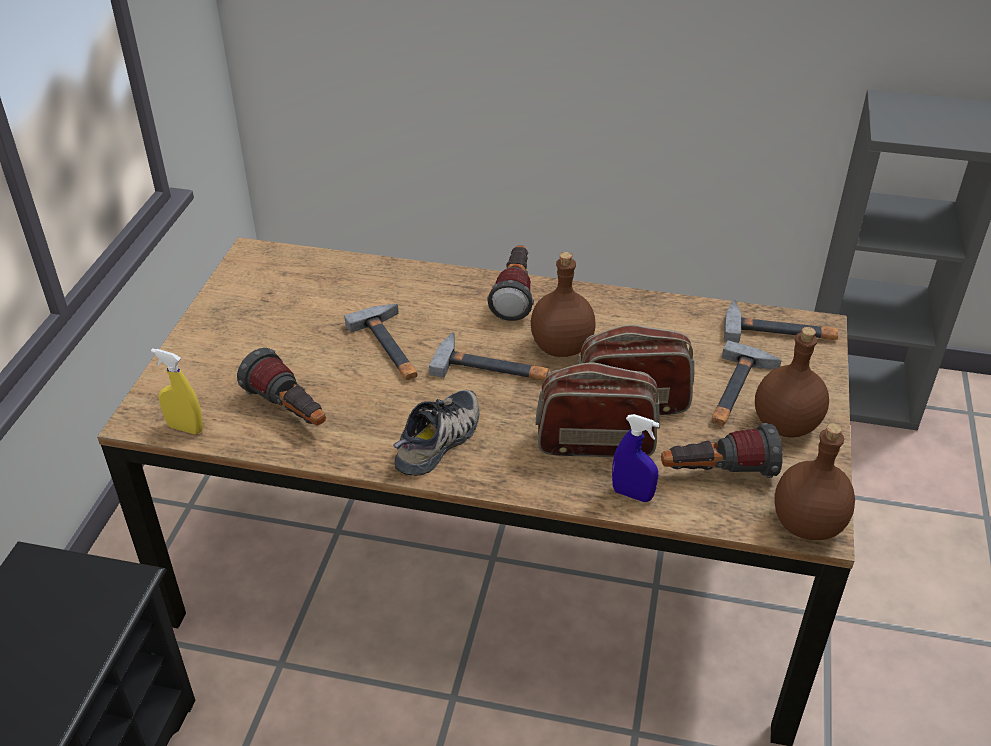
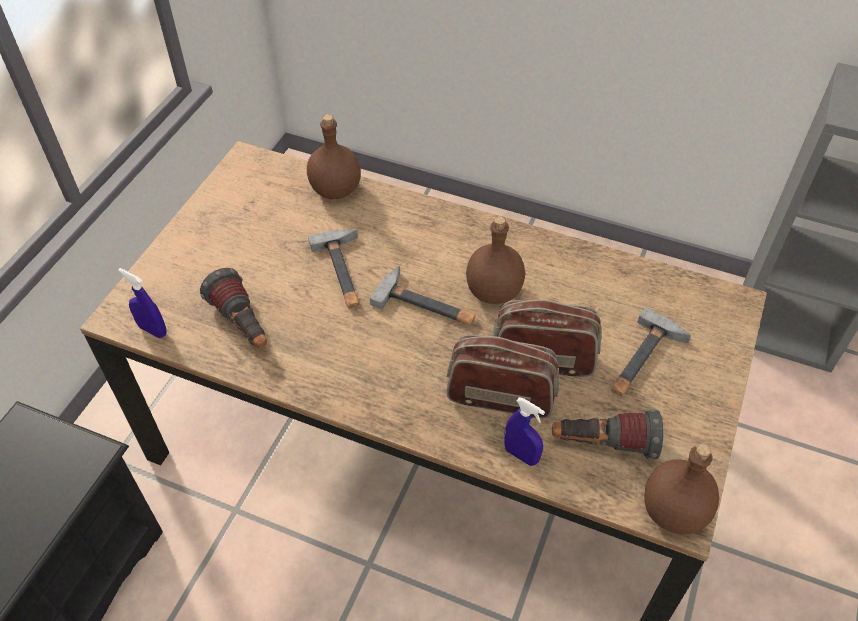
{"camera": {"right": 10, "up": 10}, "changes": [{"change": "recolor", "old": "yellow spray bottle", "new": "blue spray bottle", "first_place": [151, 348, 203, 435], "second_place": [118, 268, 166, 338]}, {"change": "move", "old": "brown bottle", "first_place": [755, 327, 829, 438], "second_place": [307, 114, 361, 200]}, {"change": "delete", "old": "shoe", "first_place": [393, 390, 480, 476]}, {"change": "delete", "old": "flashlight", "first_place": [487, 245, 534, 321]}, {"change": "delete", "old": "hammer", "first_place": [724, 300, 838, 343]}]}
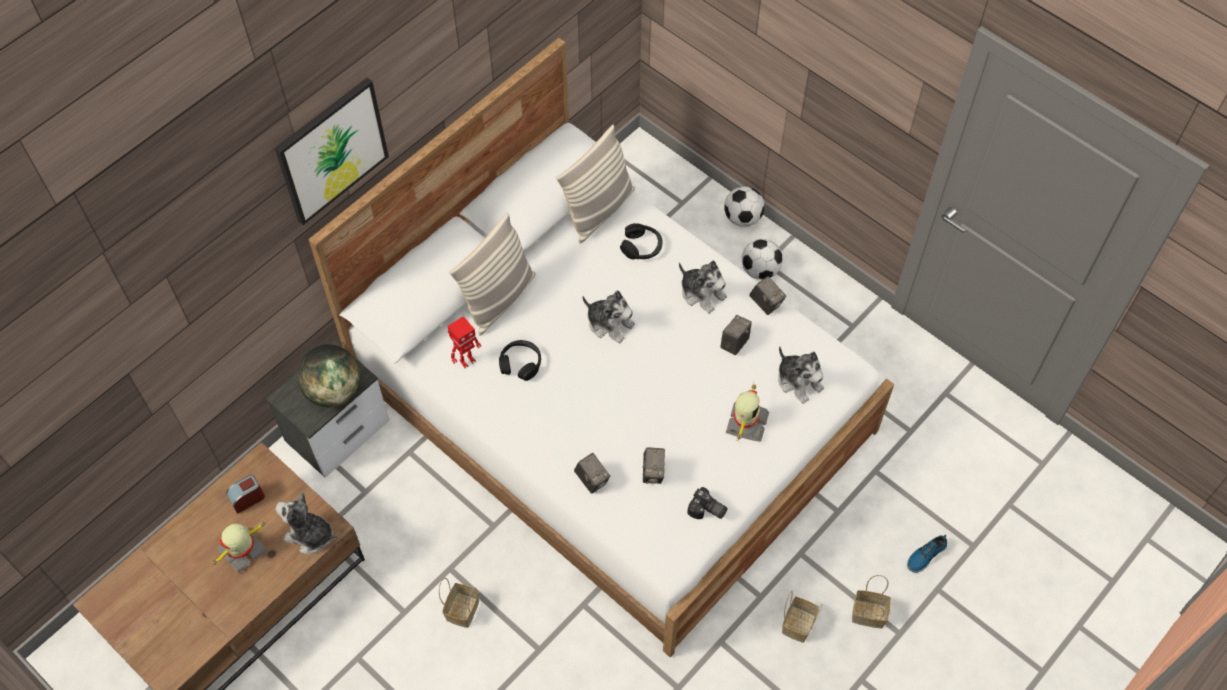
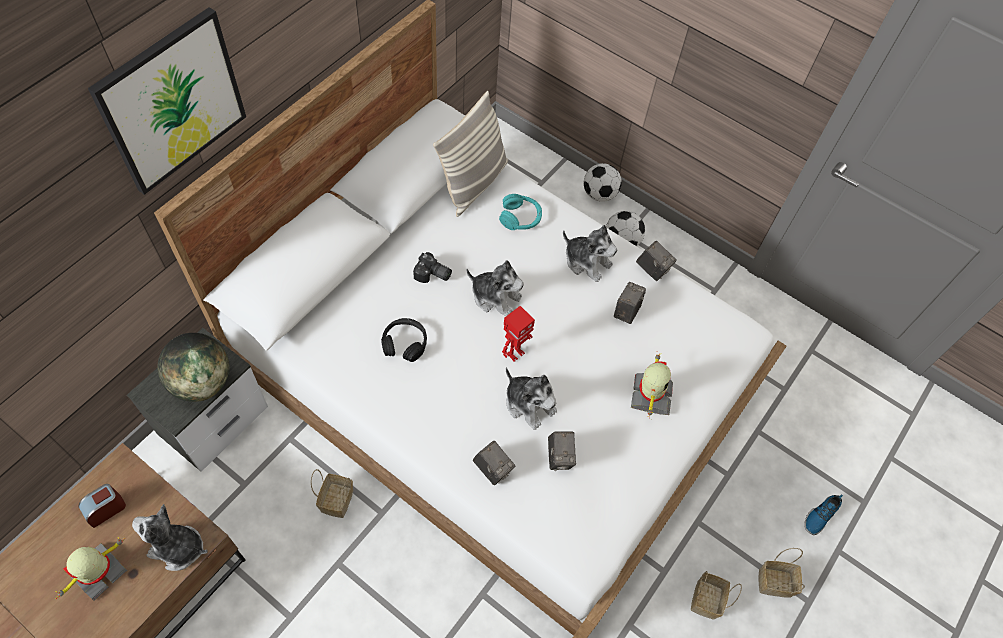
{"camera": {"right": -10, "up": 0}, "changes": [{"change": "move", "old": "basket", "first_place": [439, 578, 479, 628], "second_place": [311, 469, 353, 518]}, {"change": "move", "old": "photo camera", "first_place": [687, 487, 728, 519], "second_place": [413, 252, 452, 283]}, {"change": "recolor", "old": "black headphones", "new": "turquoise headphones", "first_place": [620, 223, 662, 260], "second_place": [499, 194, 542, 230]}, {"change": "move", "old": "toy robot", "first_place": [448, 316, 482, 368], "second_place": [502, 306, 535, 362]}, {"change": "move", "old": "plush toy", "first_place": [778, 346, 824, 404], "second_place": [506, 367, 557, 430]}, {"change": "delete", "old": "pillow", "first_place": [449, 212, 536, 336]}]}
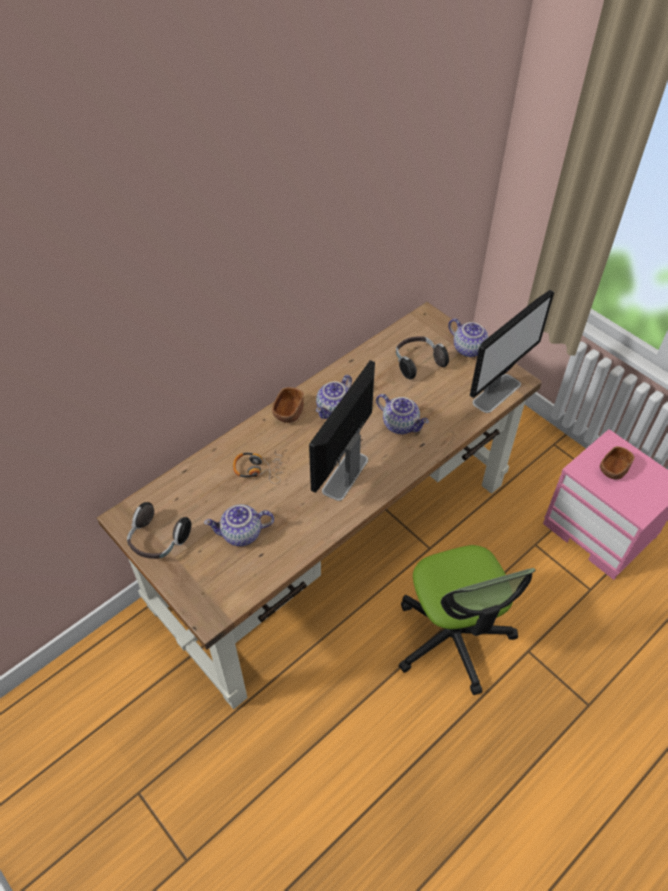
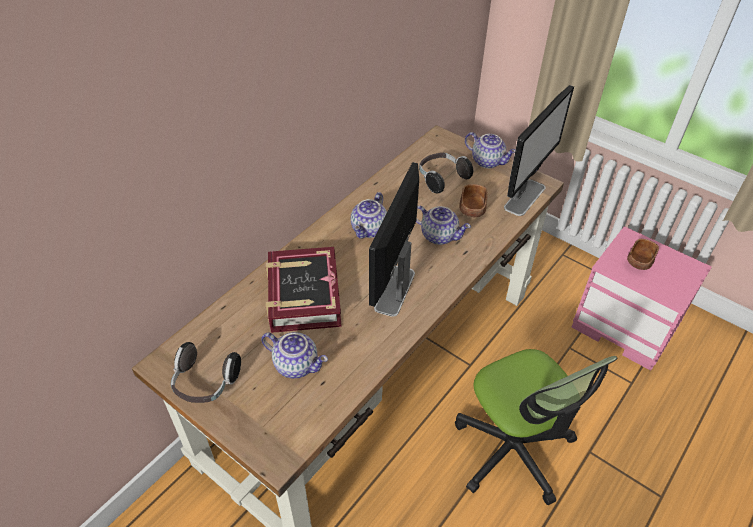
{"camera": {"right": -10, "up": -5}, "changes": [{"change": "rotate", "old": "teapot", "first_place": [204, 504, 274, 546], "second_place": [261, 332, 328, 379], "degrees": -135}, {"change": "replace", "old": "headphones", "new": "book", "first_place": [233, 449, 283, 484], "second_place": [266, 247, 342, 333]}, {"change": "move", "old": "brown bowl", "first_place": [272, 387, 304, 423], "second_place": [459, 184, 488, 217]}]}
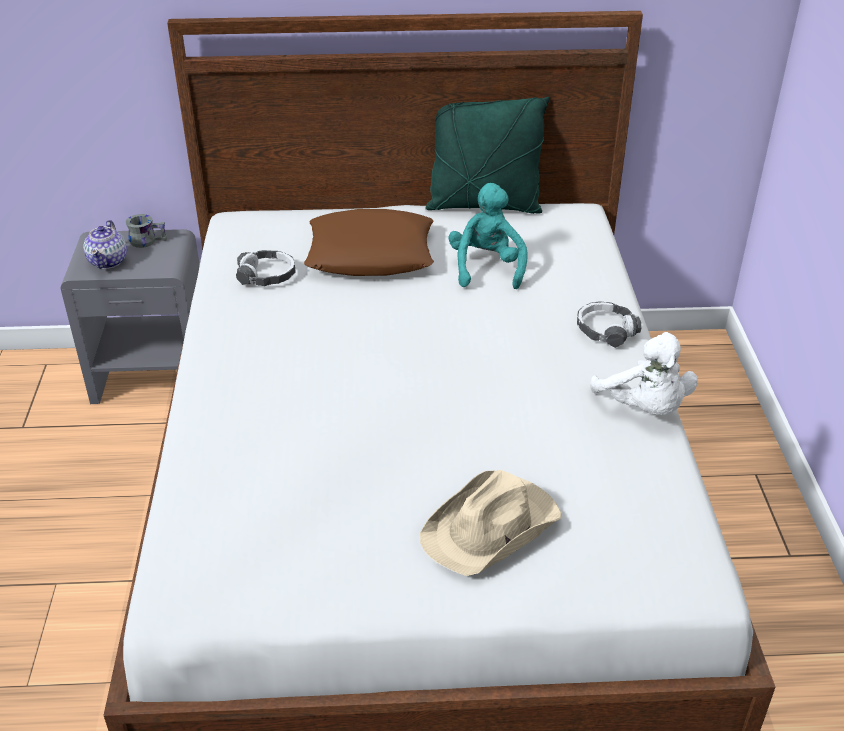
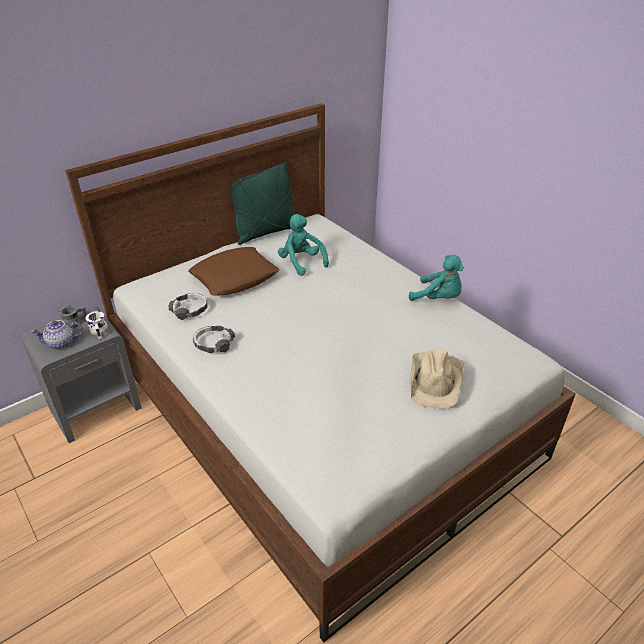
{"camera": {"right": -35, "up": 0}, "changes": [{"change": "rotate", "old": "teapot", "first_place": [83, 220, 127, 269], "second_place": [30, 320, 83, 349], "degrees": 105}, {"change": "insert", "new": "white mug", "second_place": [85, 311, 108, 339]}, {"change": "move", "old": "headphones", "first_place": [577, 301, 641, 348], "second_place": [193, 326, 235, 353]}, {"change": "recolor", "old": "white plush toy", "new": "turquoise plush toy", "first_place": [590, 332, 698, 415], "second_place": [409, 255, 464, 301]}]}
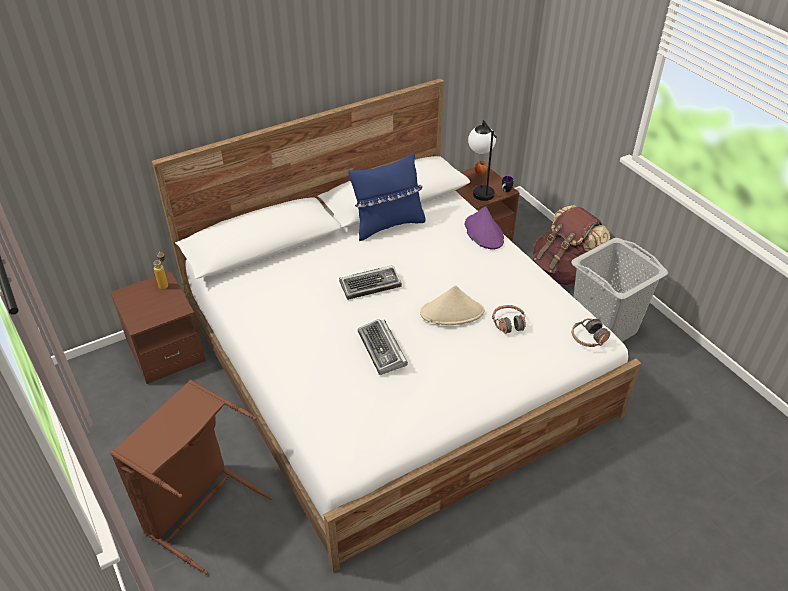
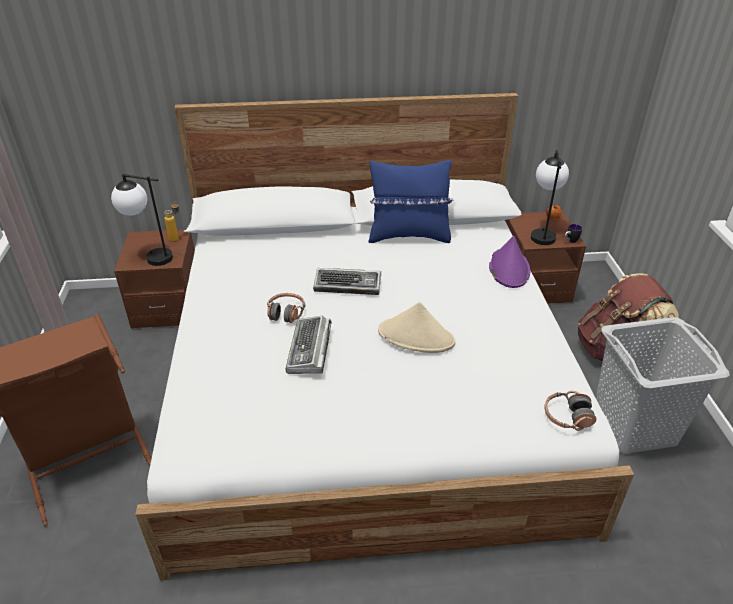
{"camera": {"right": 25, "up": -5}, "changes": [{"change": "insert", "new": "table lamp", "second_place": [111, 174, 173, 266]}, {"change": "move", "old": "headphones", "first_place": [492, 305, 526, 334], "second_place": [267, 293, 305, 323]}]}
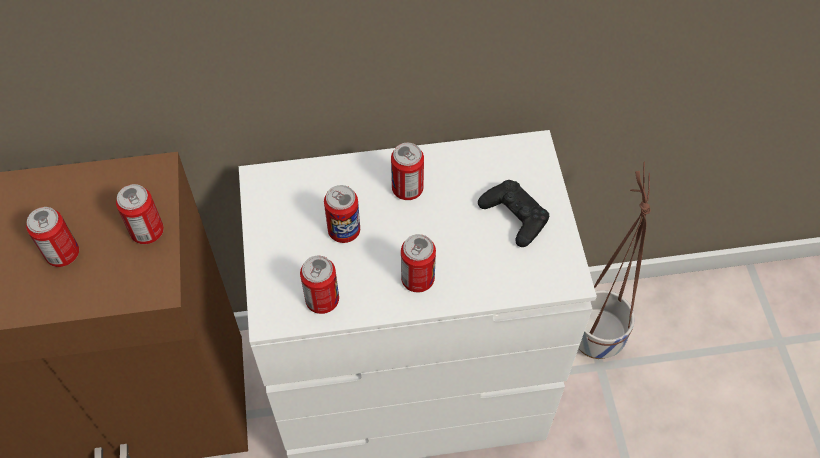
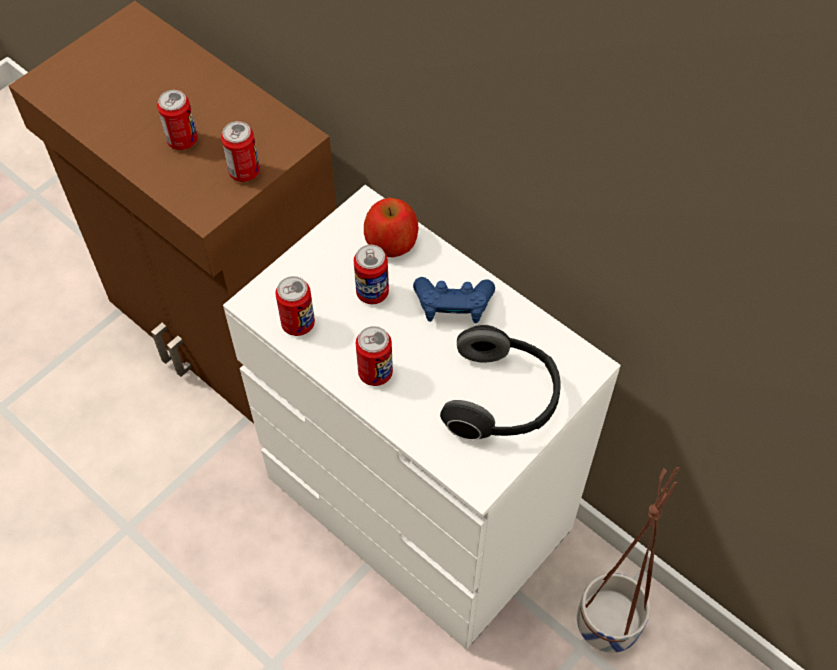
{"camera": {"right": 50, "up": 0}, "changes": [{"change": "insert", "new": "apple", "second_place": [364, 197, 418, 257]}, {"change": "replace", "old": "can", "new": "blue game controller", "first_place": [391, 143, 424, 200], "second_place": [413, 277, 495, 324]}, {"change": "replace", "old": "black game controller", "new": "headphones", "first_place": [478, 180, 549, 247], "second_place": [440, 325, 561, 440]}]}
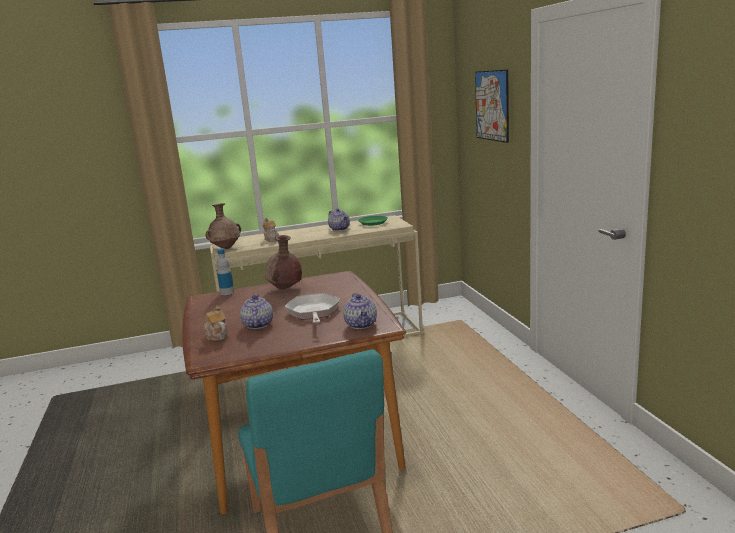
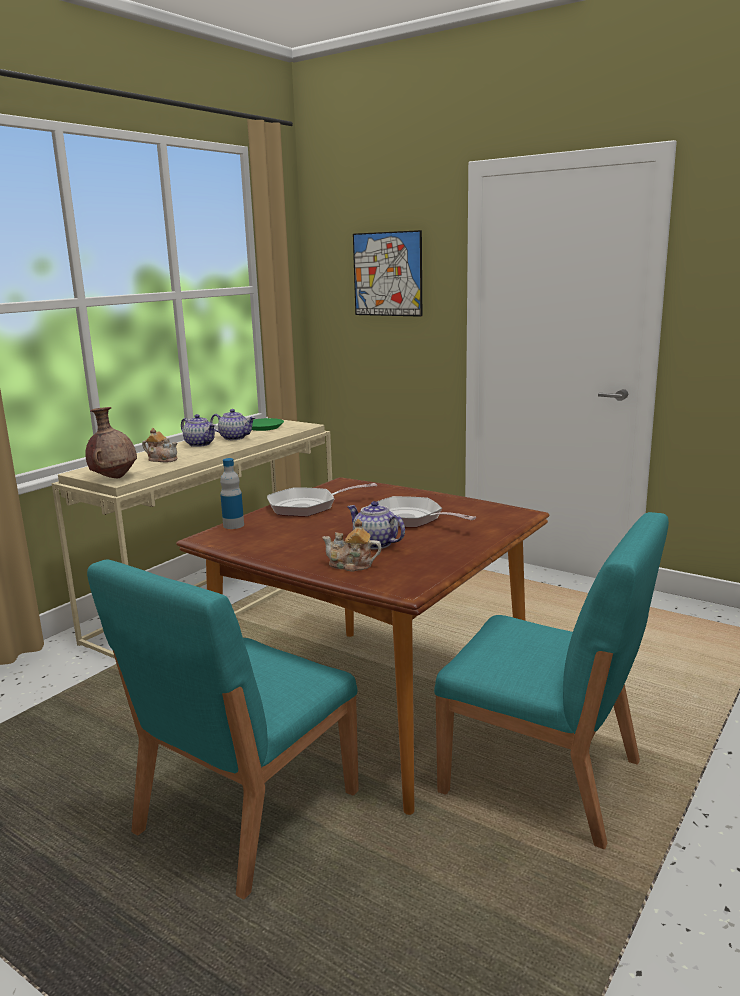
{"camera": {"right": -40, "up": 0}, "changes": [{"change": "insert", "new": "turquoise chair", "second_place": [87, 559, 359, 899]}, {"change": "move", "old": "teapot", "first_place": [343, 293, 377, 329], "second_place": [181, 414, 216, 447]}, {"change": "replace", "old": "brown vase", "new": "frying pan", "first_place": [265, 235, 302, 289], "second_place": [267, 483, 377, 517]}]}
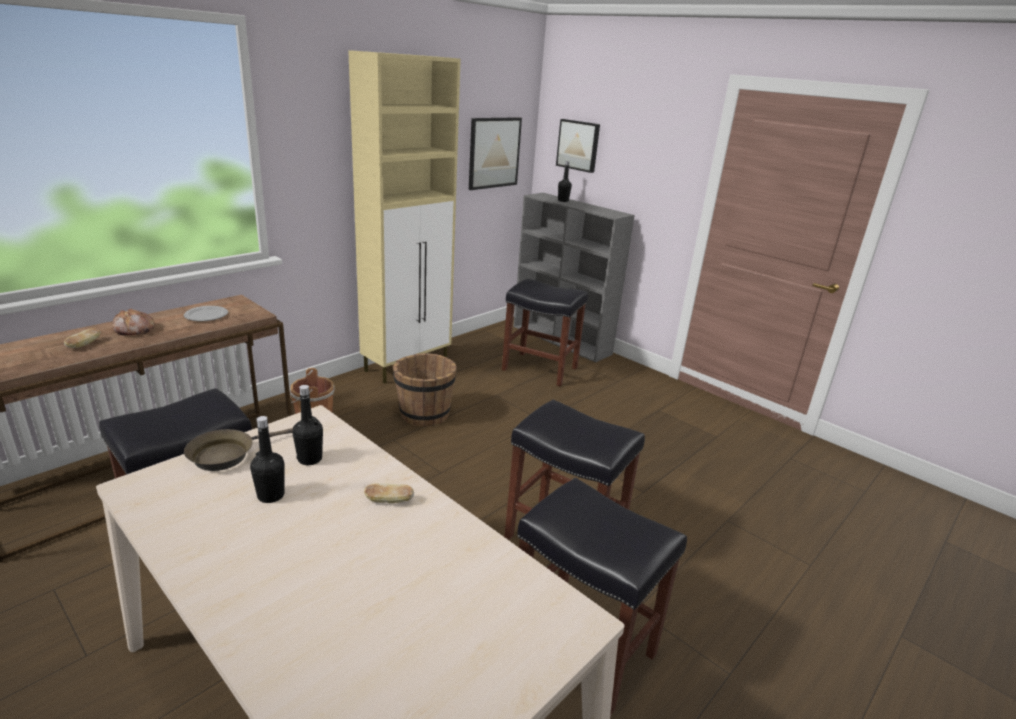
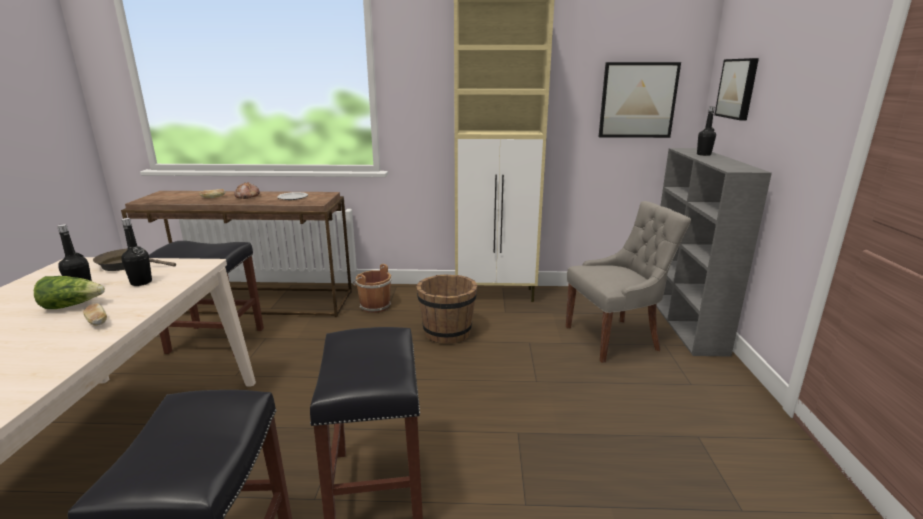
{"camera": {"right": 50, "up": -5}, "changes": [{"change": "insert", "new": "lettuce", "second_place": [34, 276, 105, 309]}, {"change": "replace", "old": "black stool", "new": "grey chair", "first_place": [502, 279, 588, 386], "second_place": [566, 201, 691, 363]}]}
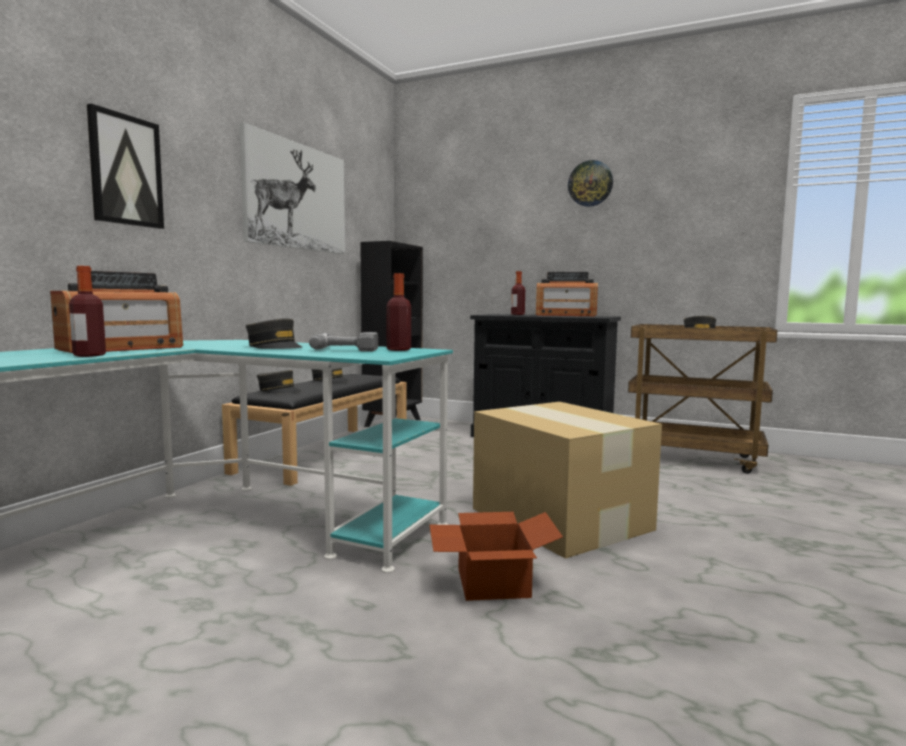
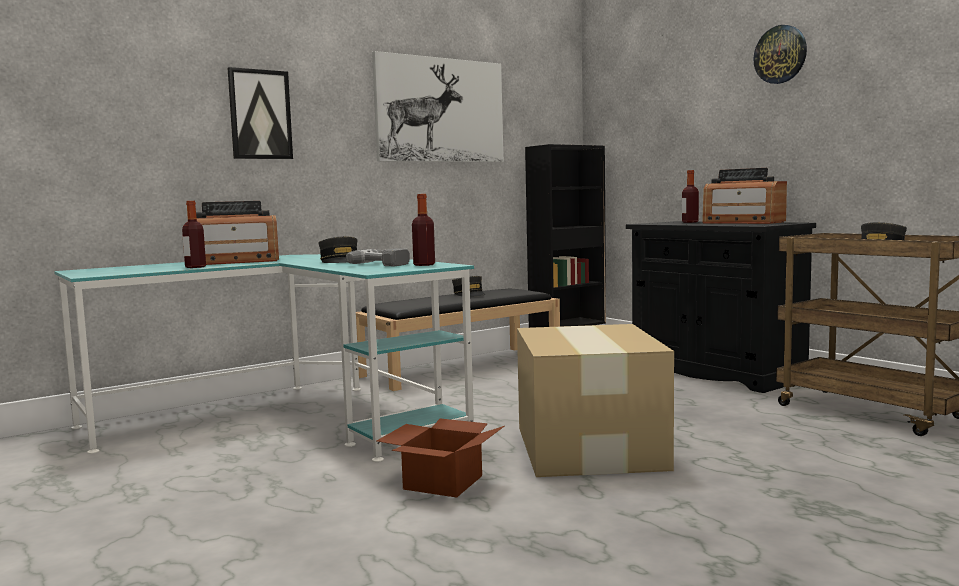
{"camera": {"right": 30, "up": 0}, "changes": [{"change": "delete", "old": "grey cap", "first_place": [257, 370, 301, 393]}]}
